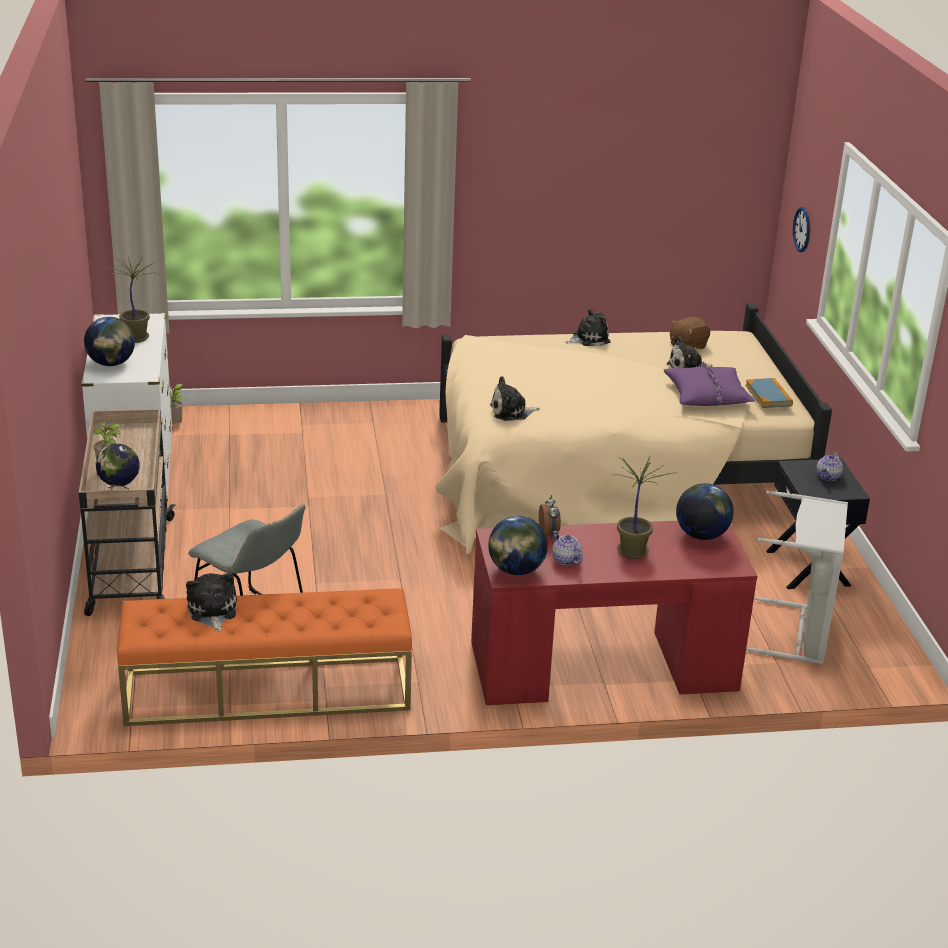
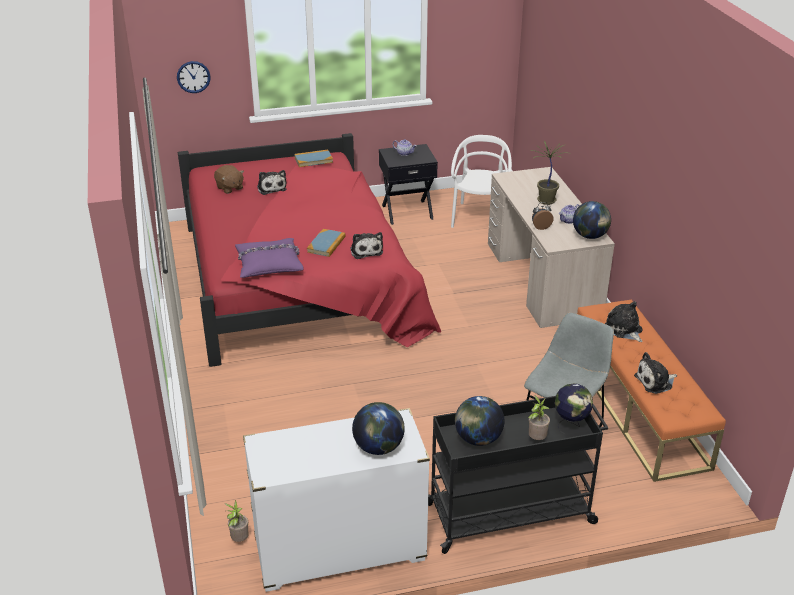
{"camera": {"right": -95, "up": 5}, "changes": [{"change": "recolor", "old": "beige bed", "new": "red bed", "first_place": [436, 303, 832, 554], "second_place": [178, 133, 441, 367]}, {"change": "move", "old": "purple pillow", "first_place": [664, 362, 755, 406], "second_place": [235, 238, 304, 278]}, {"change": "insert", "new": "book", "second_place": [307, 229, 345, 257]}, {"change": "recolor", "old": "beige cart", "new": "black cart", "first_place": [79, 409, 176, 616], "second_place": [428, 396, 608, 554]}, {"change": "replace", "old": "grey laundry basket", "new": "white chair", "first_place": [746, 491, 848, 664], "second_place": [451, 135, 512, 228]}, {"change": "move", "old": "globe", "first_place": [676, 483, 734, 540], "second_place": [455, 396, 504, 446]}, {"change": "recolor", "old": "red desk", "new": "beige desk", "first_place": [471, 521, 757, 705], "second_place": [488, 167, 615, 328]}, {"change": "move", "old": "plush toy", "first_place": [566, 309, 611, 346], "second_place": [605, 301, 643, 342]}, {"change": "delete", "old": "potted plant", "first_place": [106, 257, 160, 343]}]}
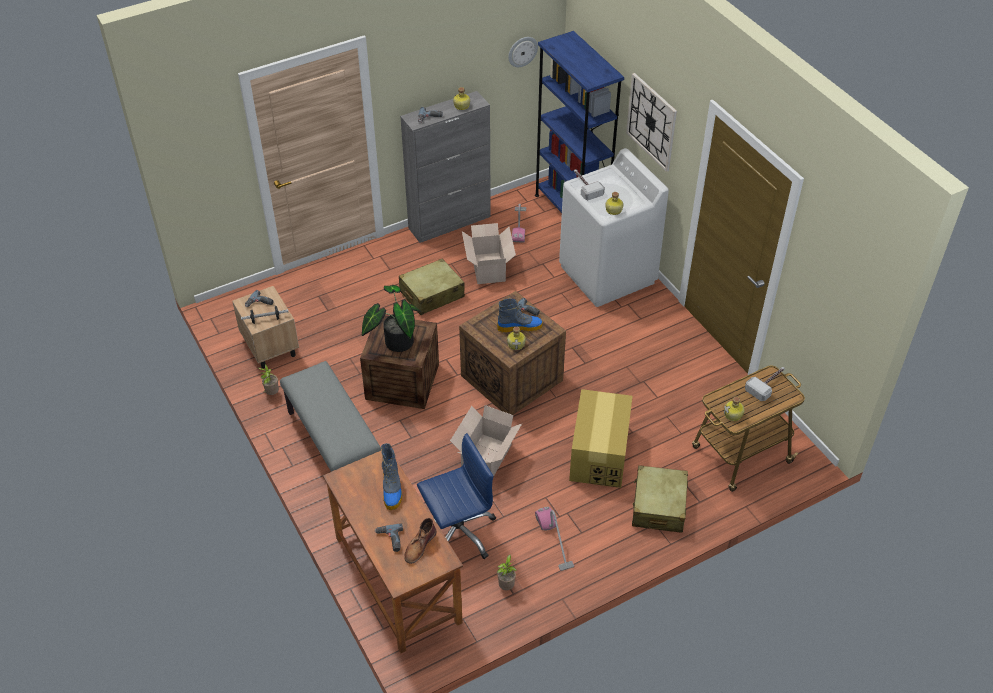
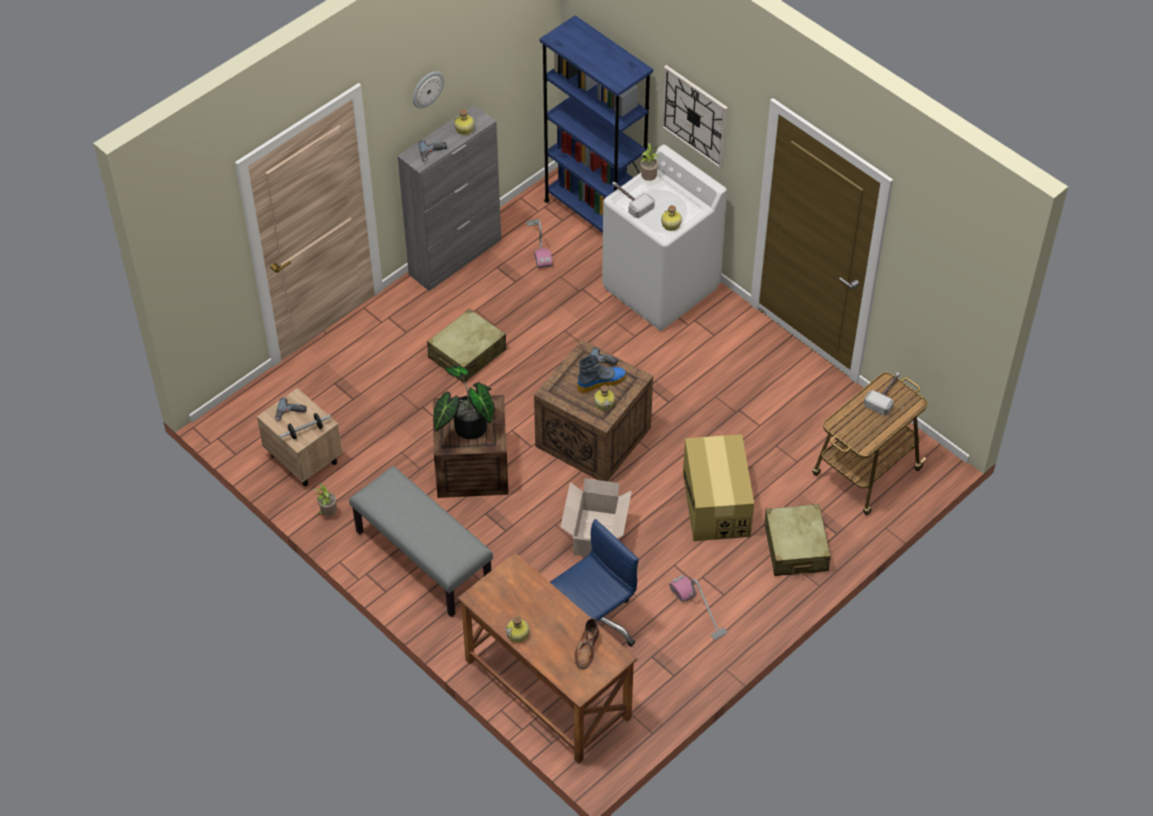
{"camera": {"right": -15, "up": 5}, "changes": [{"change": "move", "old": "wall clock", "first_place": [508, 37, 538, 67], "second_place": [413, 71, 445, 108]}, {"change": "move", "old": "bottle", "first_place": [724, 396, 745, 421], "second_place": [506, 616, 529, 643]}, {"change": "move", "old": "potted plant", "first_place": [497, 554, 517, 590], "second_place": [640, 143, 659, 181]}, {"change": "delete", "old": "power drill", "first_place": [375, 523, 403, 552]}, {"change": "delete", "old": "boot", "first_place": [381, 443, 402, 510]}, {"change": "delete", "old": "cardboard box", "first_place": [462, 223, 516, 284]}]}
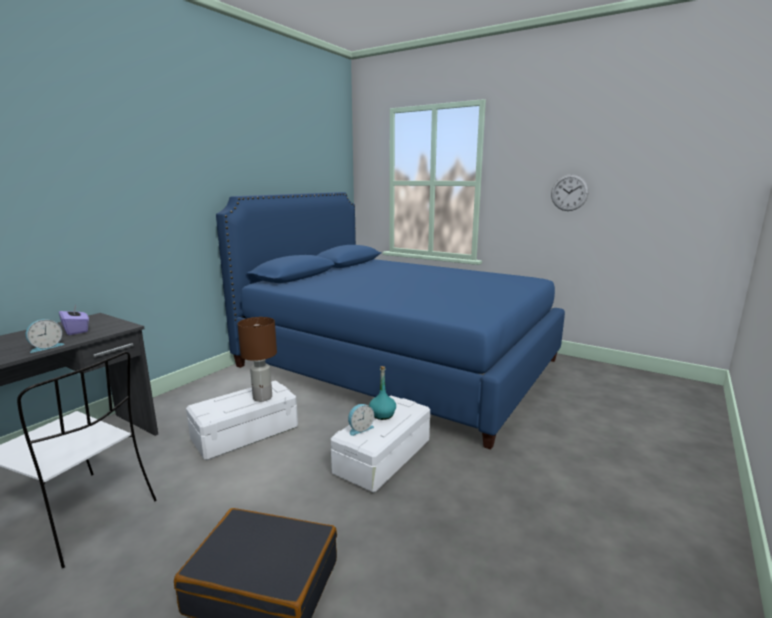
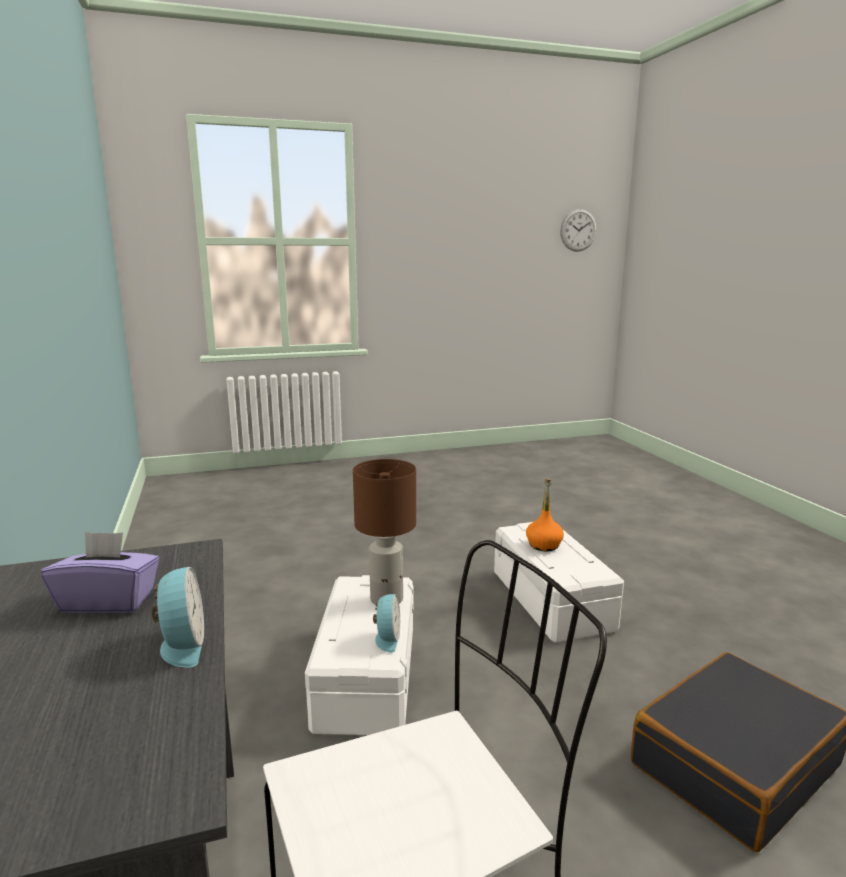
{"camera": {"right": -50, "up": 0}, "changes": [{"change": "move", "old": "alarm clock", "first_place": [348, 404, 374, 436], "second_place": [373, 594, 400, 653]}, {"change": "recolor", "old": "turquoise bottle", "new": "orange bottle", "first_place": [369, 366, 396, 420], "second_place": [526, 478, 564, 551]}, {"change": "move", "old": "wall clock", "first_place": [551, 174, 589, 211], "second_place": [560, 209, 597, 252]}, {"change": "delete", "old": "blue bed", "first_place": [216, 192, 565, 450]}]}
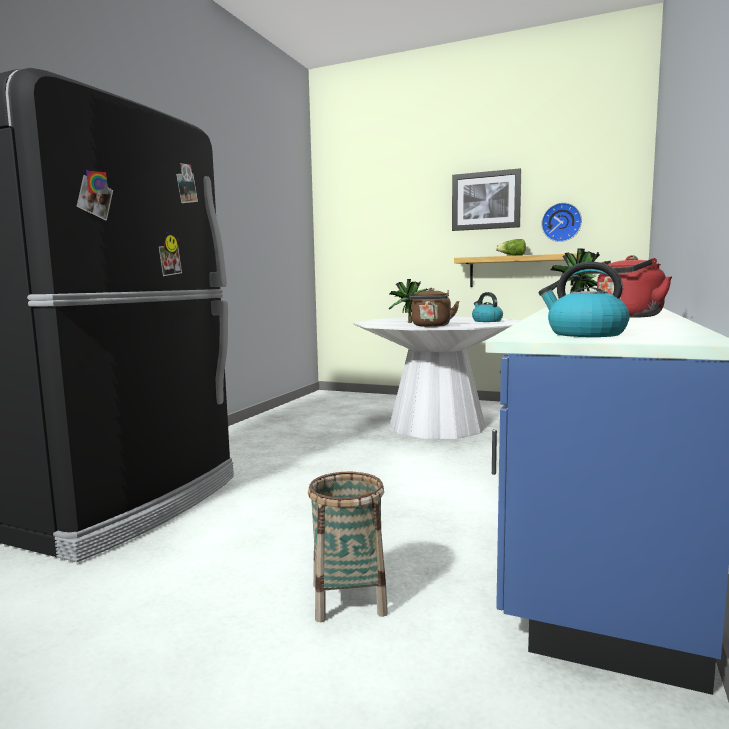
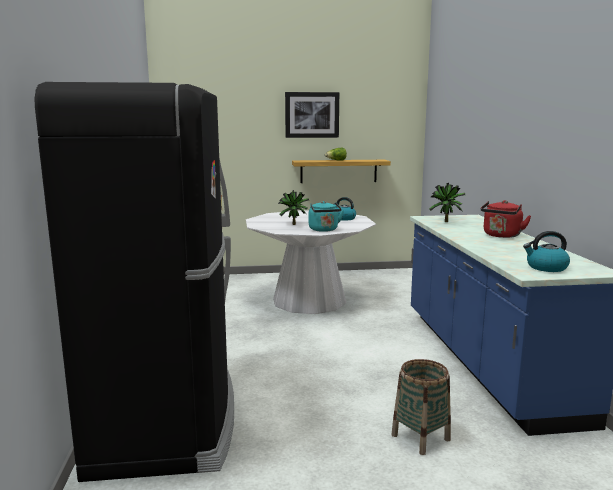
{"camera": {"right": -30, "up": 5}, "changes": [{"change": "recolor", "old": "brown kettle", "new": "turquoise kettle", "first_place": [409, 288, 460, 327], "second_place": [309, 201, 344, 232]}, {"change": "delete", "old": "wall clock", "first_place": [541, 203, 582, 242]}]}
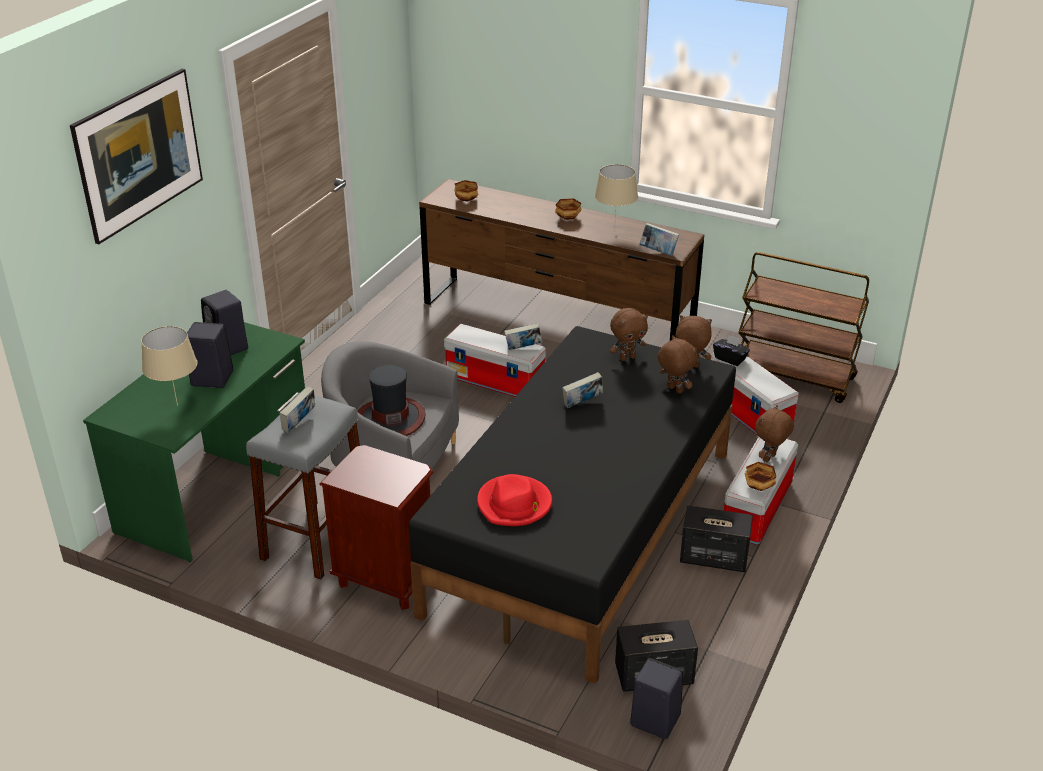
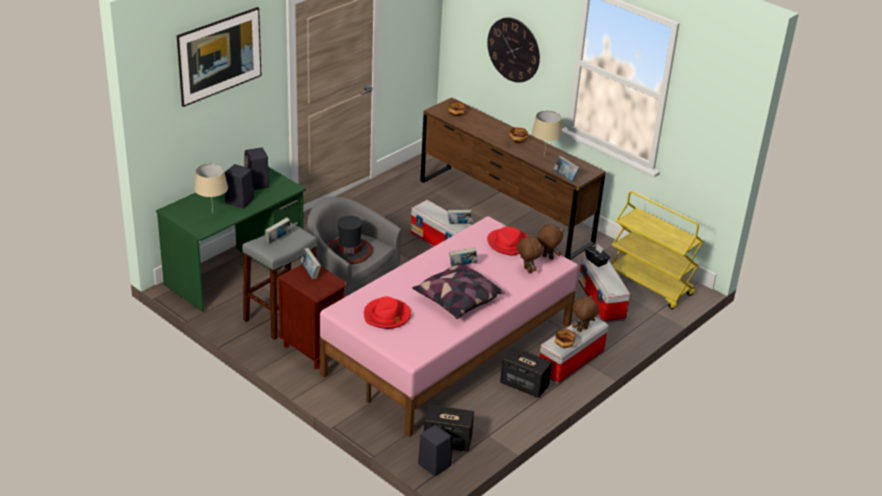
{"camera": {"right": 15, "up": 0}, "changes": [{"change": "insert", "new": "book", "second_place": [300, 248, 321, 279]}, {"change": "recolor", "old": "black bed", "new": "pink bed", "first_place": [409, 326, 736, 684], "second_place": [320, 216, 578, 437]}, {"change": "insert", "new": "pillow", "second_place": [412, 263, 505, 319]}, {"change": "insert", "new": "wall clock", "second_place": [487, 17, 540, 83]}, {"change": "replace", "old": "brown plush toy", "new": "red hat", "first_place": [610, 308, 648, 361], "second_place": [487, 227, 529, 256]}, {"change": "recolor", "old": "brown cart", "new": "yellow cart", "first_place": [738, 252, 869, 403], "second_place": [611, 191, 704, 309]}]}
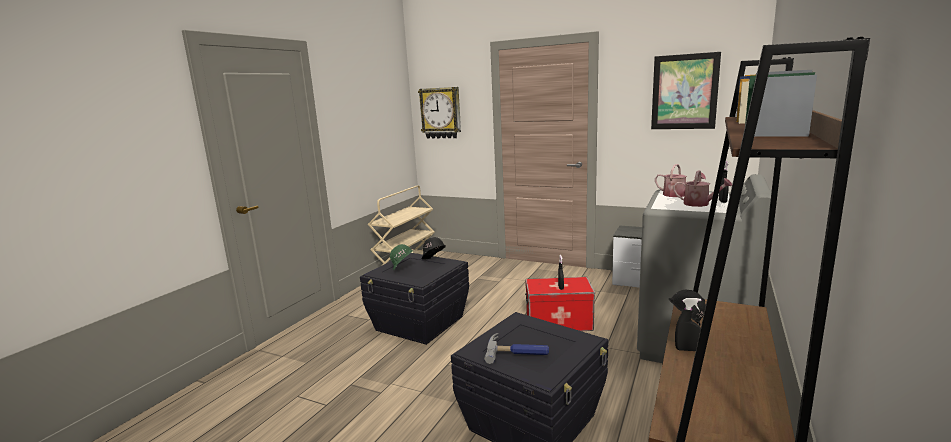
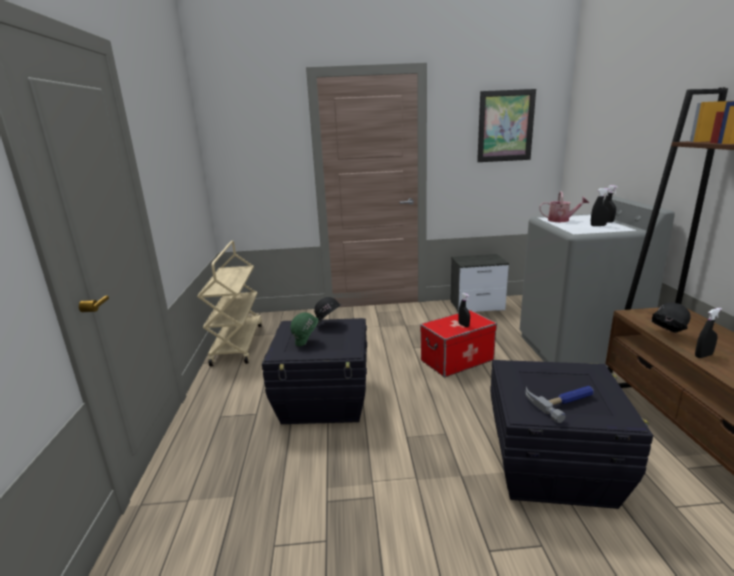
{"camera": {"right": -30, "up": 5}, "changes": [{"change": "replace", "old": "watering can", "new": "black spray bottle", "first_place": [673, 170, 732, 207], "second_place": [591, 188, 610, 226]}, {"change": "delete", "old": "wall clock", "first_place": [418, 87, 461, 138]}]}
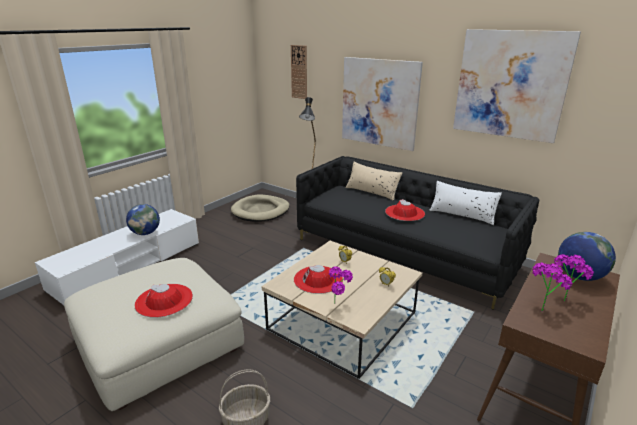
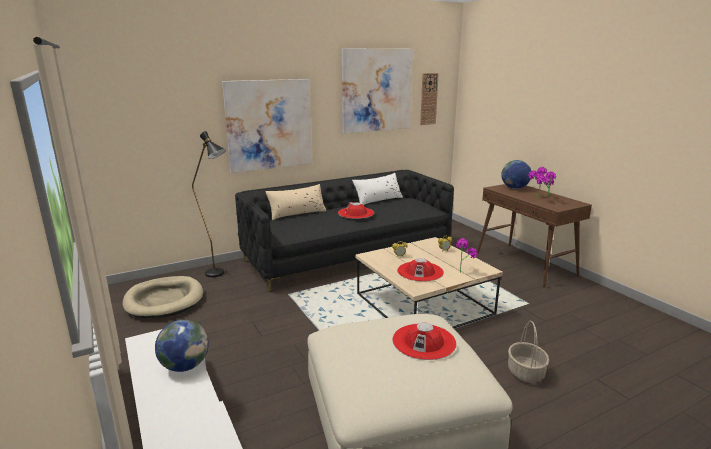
{"camera": {"right": -65, "up": -5}, "changes": [{"change": "move", "old": "wall clock", "first_place": [291, 45, 307, 99], "second_place": [420, 73, 439, 125]}]}
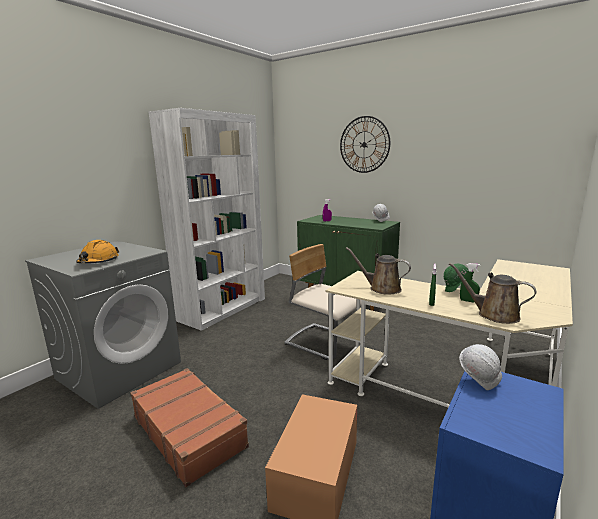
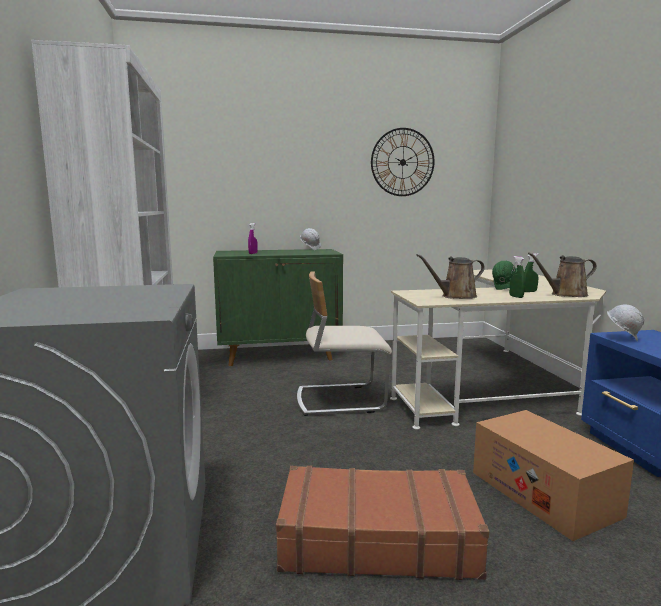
{"camera": {"right": -45, "up": -5}, "changes": [{"change": "move", "old": "wall clock", "first_place": [340, 116, 390, 173], "second_place": [371, 128, 434, 196]}, {"change": "delete", "old": "orange hard hat", "first_place": [76, 240, 119, 263]}]}
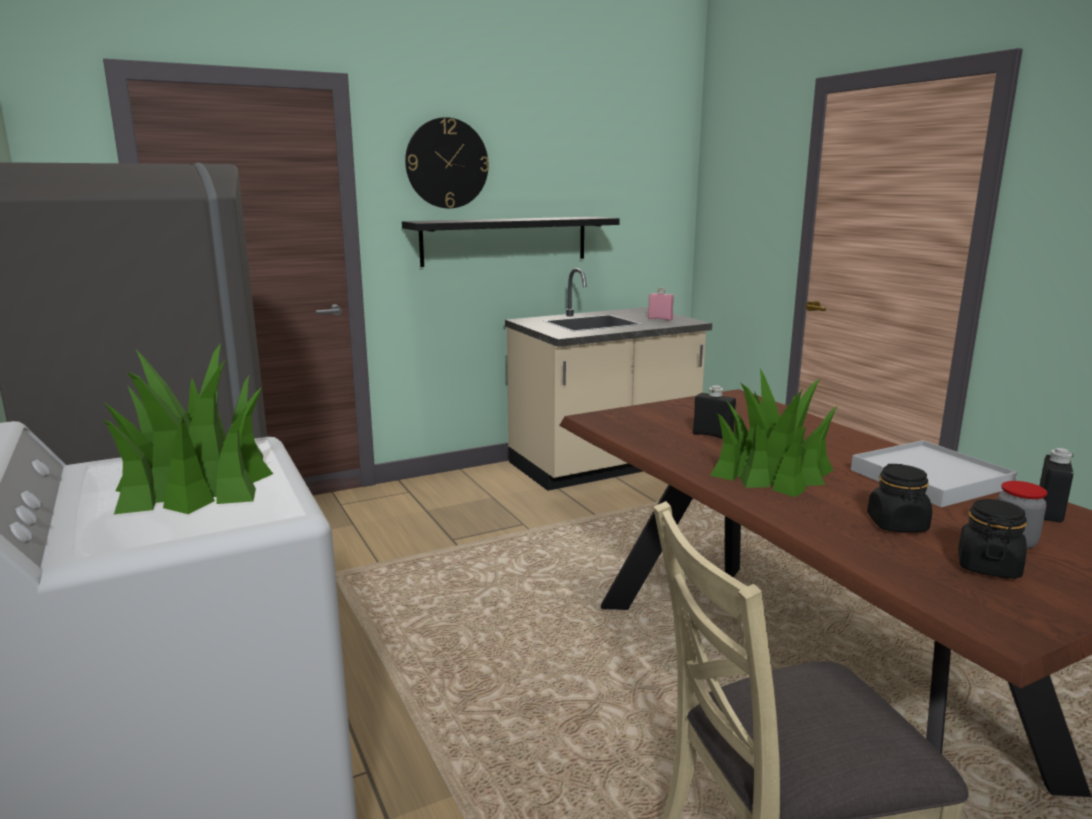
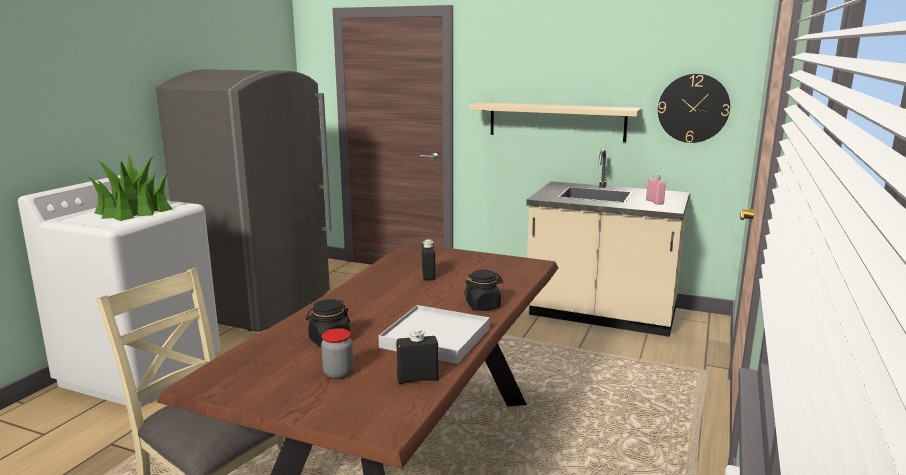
{"camera": {"right": 50, "up": 0}, "changes": [{"change": "move", "old": "black jar", "first_place": [958, 499, 1027, 579], "second_place": [464, 270, 503, 311]}, {"change": "recolor", "old": "black shelf", "new": "beige shelf", "first_place": [402, 217, 620, 267], "second_place": [468, 102, 642, 142]}, {"change": "move", "old": "wall clock", "first_place": [405, 117, 489, 208], "second_place": [658, 74, 730, 143]}, {"change": "delete", "old": "potted plant", "first_place": [710, 369, 838, 497]}]}
